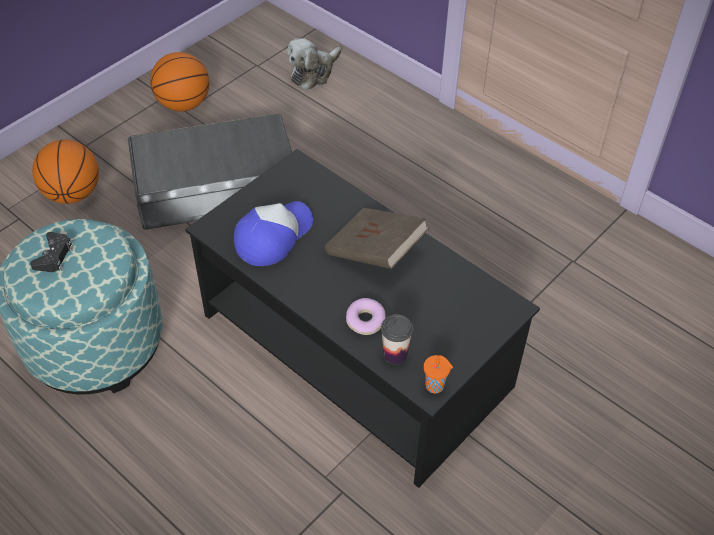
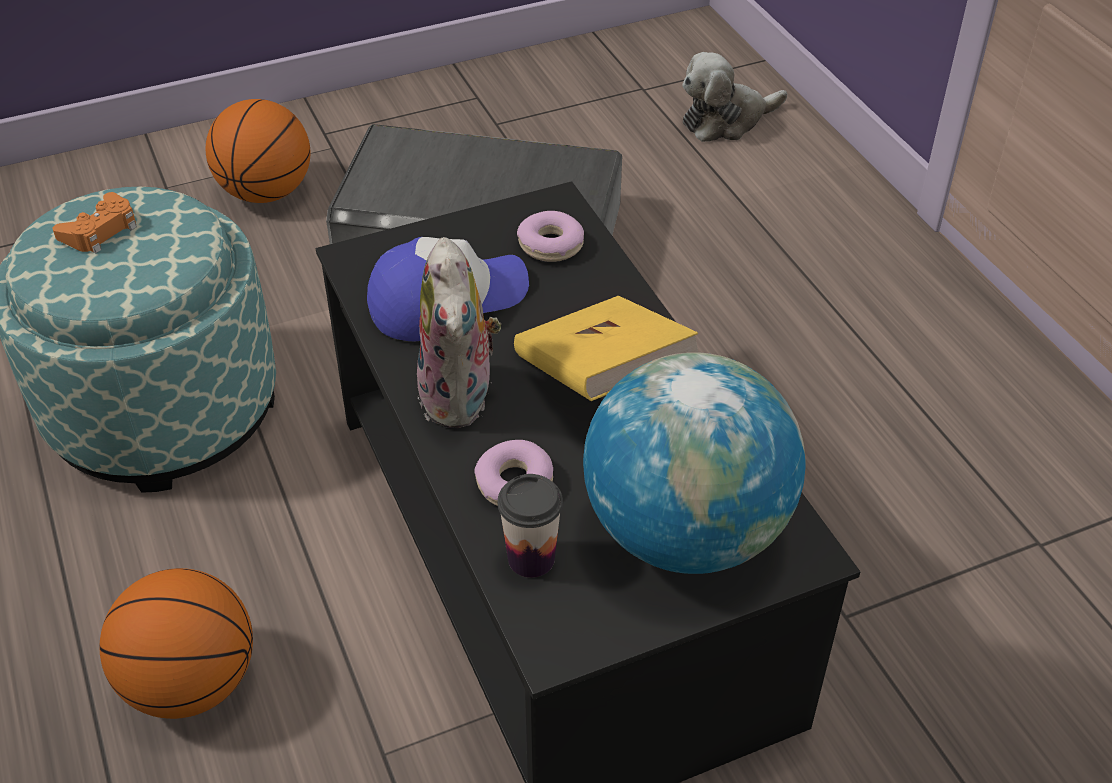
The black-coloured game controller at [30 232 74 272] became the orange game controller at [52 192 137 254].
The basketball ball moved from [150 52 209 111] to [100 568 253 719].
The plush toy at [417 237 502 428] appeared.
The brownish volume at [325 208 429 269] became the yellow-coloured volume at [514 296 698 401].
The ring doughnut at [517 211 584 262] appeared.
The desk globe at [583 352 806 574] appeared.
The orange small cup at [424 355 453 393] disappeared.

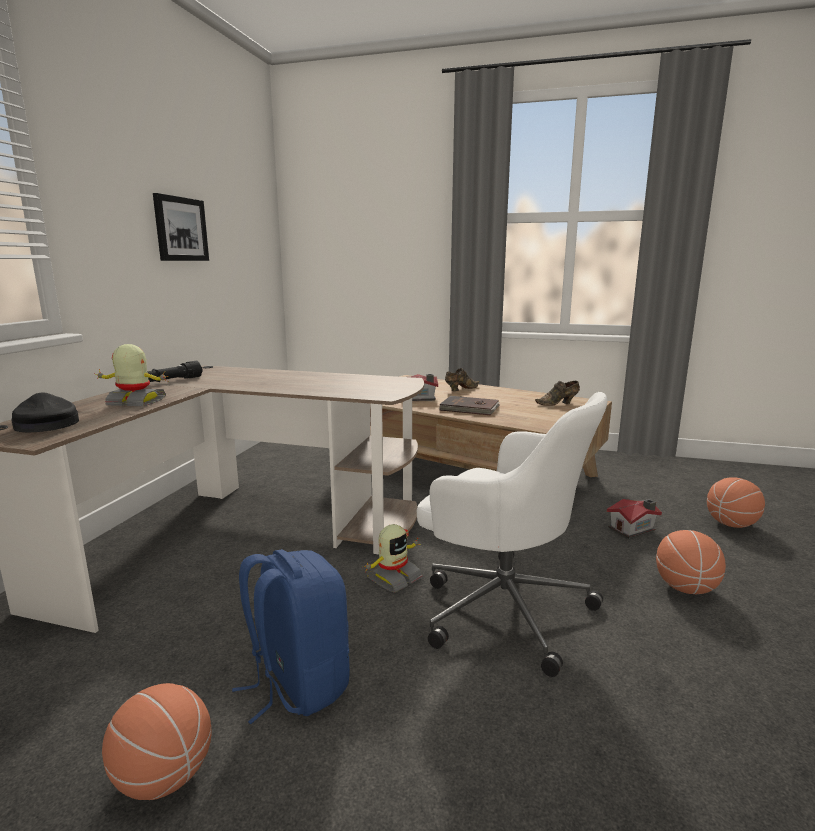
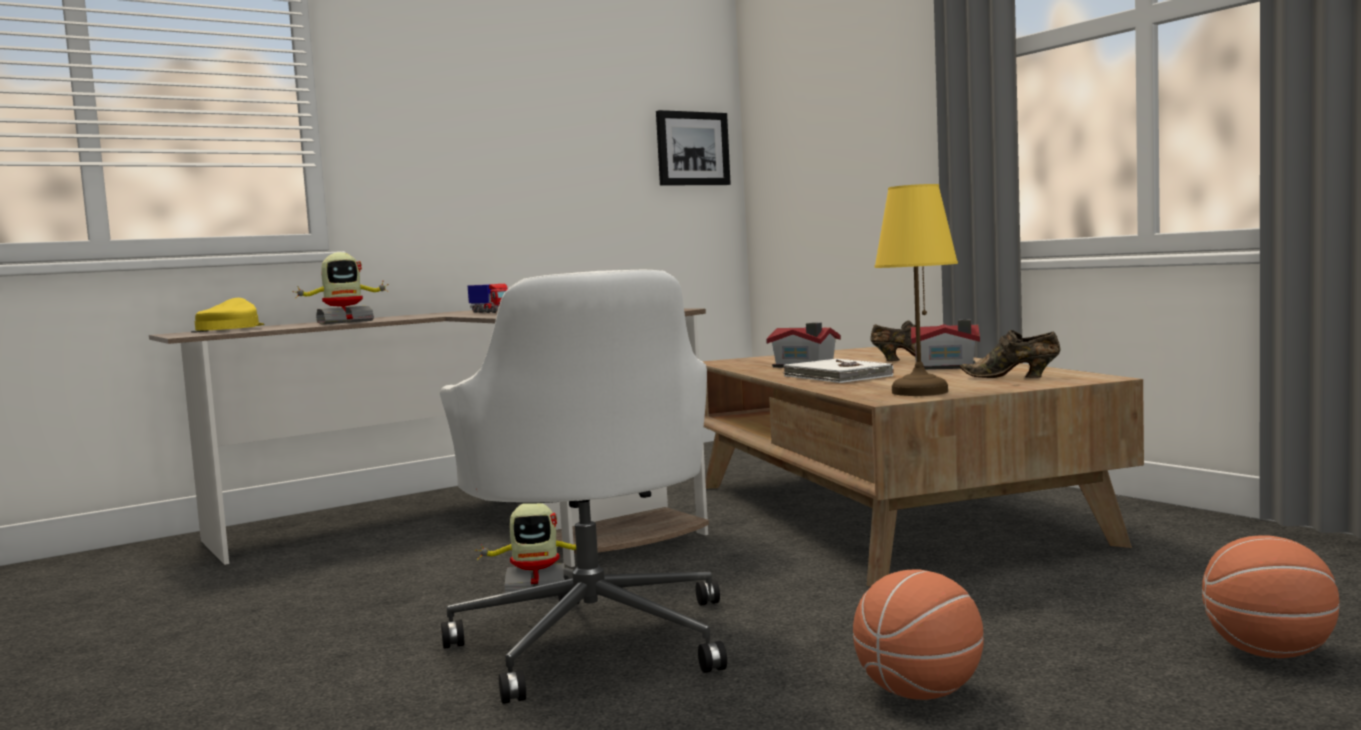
The black-coloured cap at [11 392 79 432] became the yellow-coloured cap at [195 298 265 331].
The model robot at [94 344 168 406] turned 105 degrees clockwise.
The model truck at [468 284 508 313] appeared.
The picture moved from [153 193 209 261] to [656 110 731 186].
The brownish volume at [439 396 499 415] became the white volume at [783 359 894 383].
The yellow-coloured table lamp at [875 184 958 396] appeared.
The toy house moved from [607 499 662 539] to [911 319 980 370].
The basketball ball at [102 683 212 800] disappeared.
The black-coloured torch at [147 361 203 382] disappeared.
The blue-coloured rucksack at [232 549 350 724] disappeared.

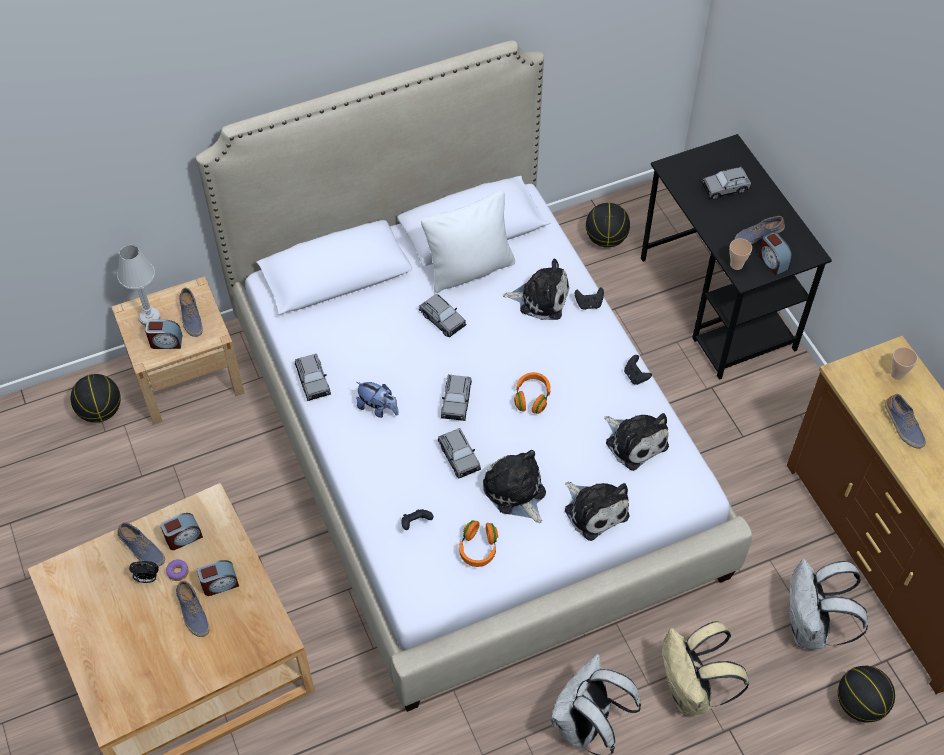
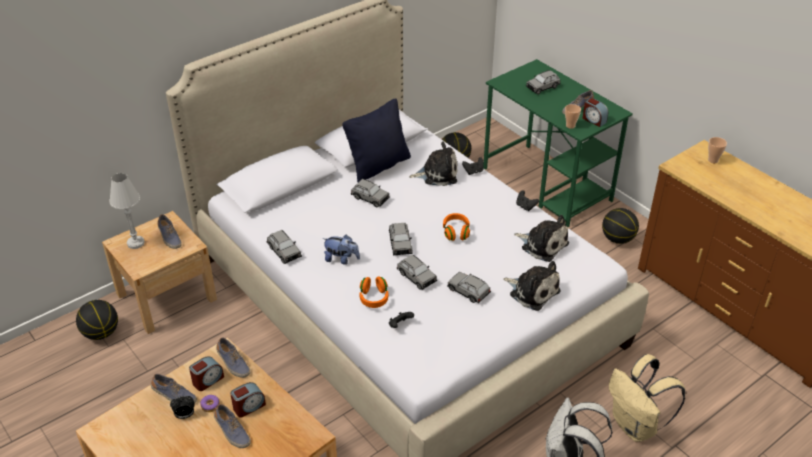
The item of footwear moved from [885 394 926 448] to [216 338 250 378].
The white pillow at [421 191 515 293] became the black-coloured pillow at [342 98 411 182].
The orange headset moved from [459 520 498 567] to [360 276 389 308].
The plush toy at [483 450 546 523] was replaced by the gray toy car at [447 272 491 303].
The black-coloured desk at [641 134 832 380] became the green desk at [483 59 633 227].
The basketball ball moved from [838 666 895 722] to [602 208 639 244].
The alarm clock at [145 320 182 349] disappeared.
The white rucksack at [789 559 868 649] disappeared.

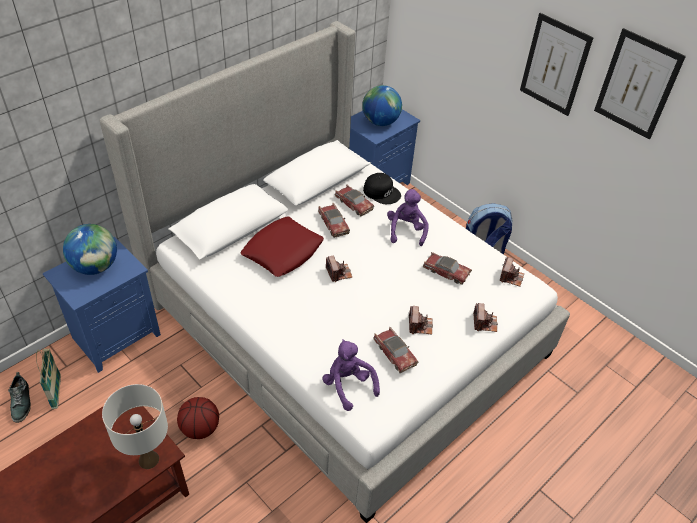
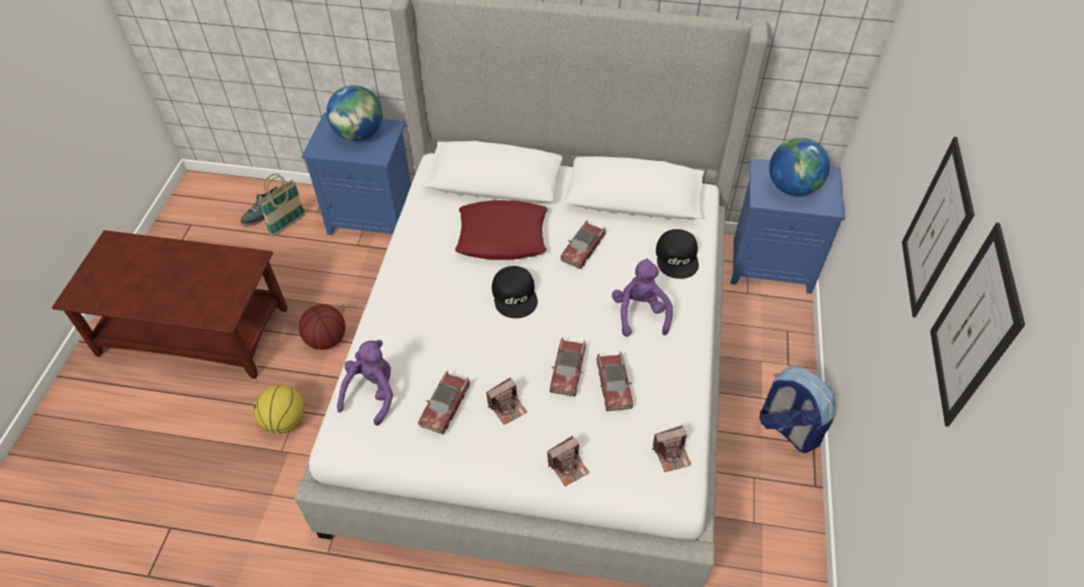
The basketball ball at [254 385 304 434] appeared.
The photo camera at [326 256 352 282] was replaced by the black-coloured cap at [492 266 538 318].
The toy car moved from [335 184 374 217] to [550 337 586 397].
The purple-coloured plush toy at [387 189 429 246] turned 60 degrees counterclockwise.
The white table lamp at [102 384 168 469] disappeared.

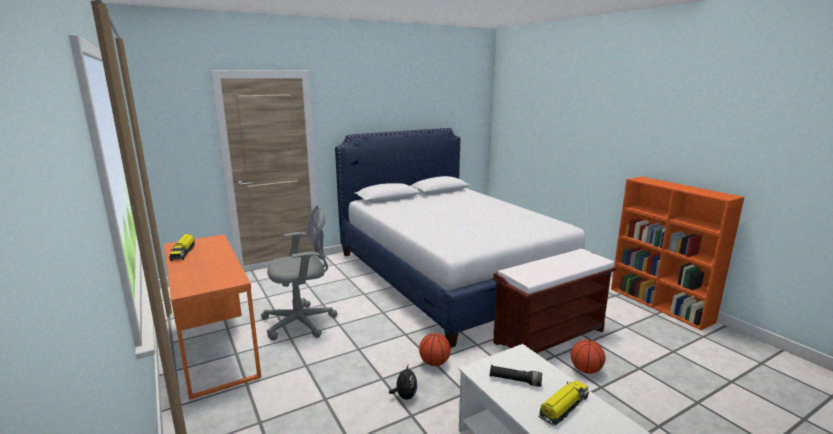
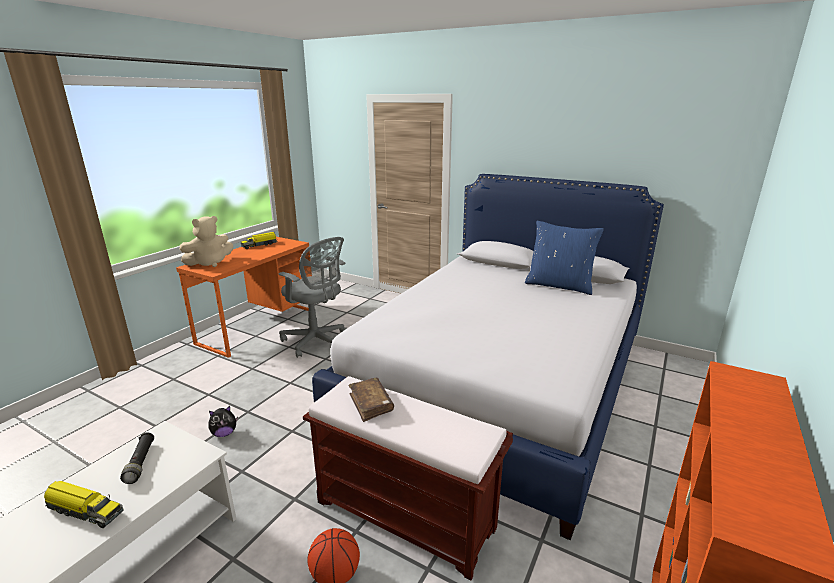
The beige plush toy at [180 216 233 267] appeared.
The brownish volume at [349 378 394 422] appeared.
The blue-coloured pillow at [525 221 604 295] appeared.
The basketball ball at [419 333 451 366] disappeared.

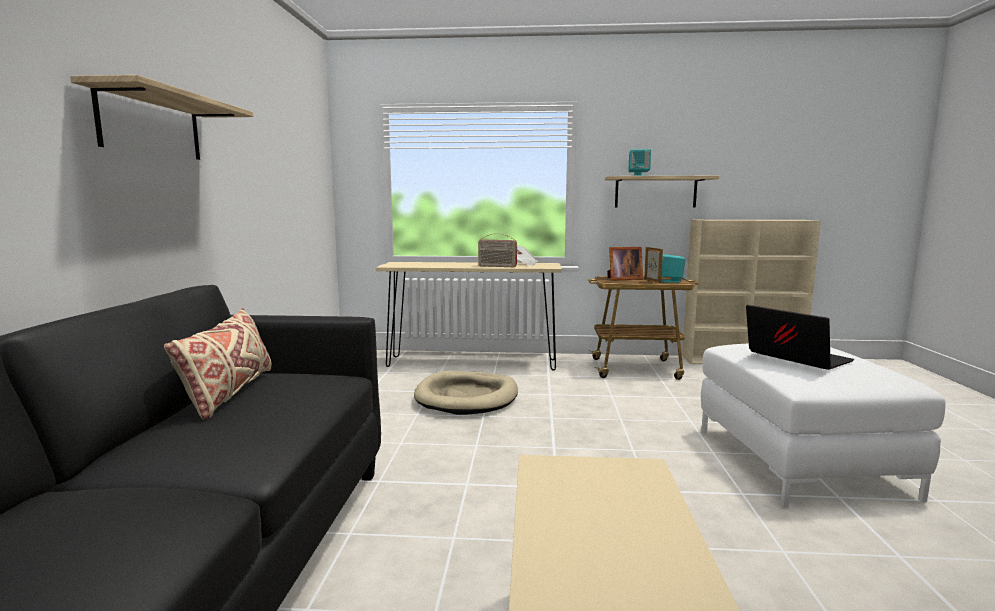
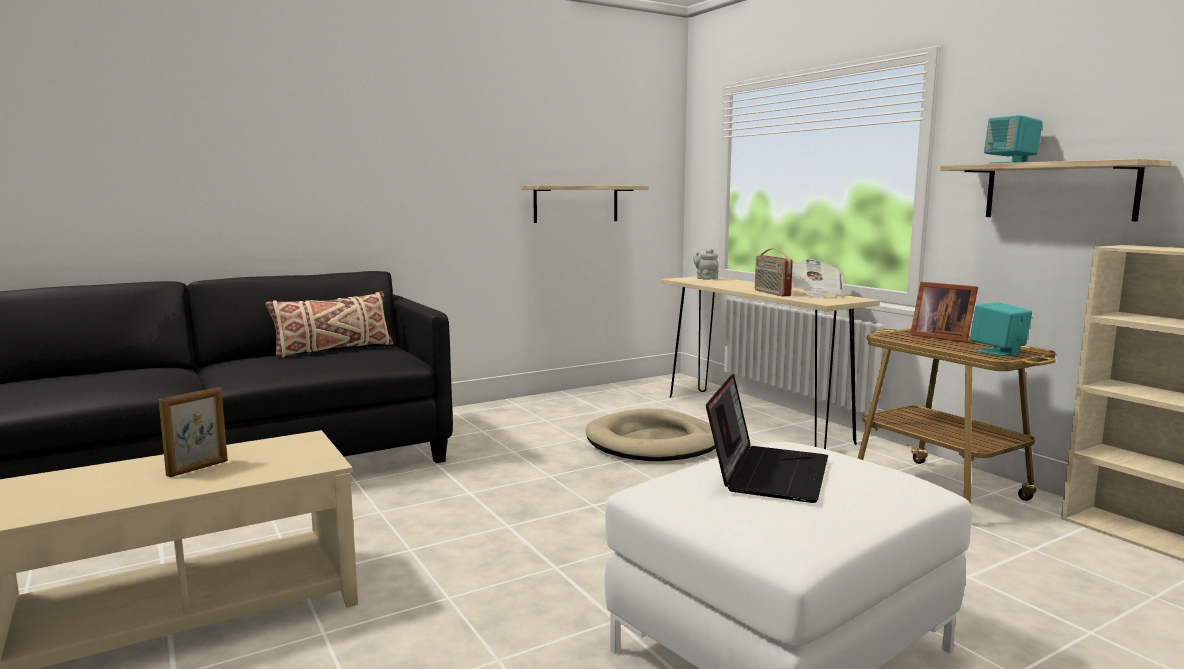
The photo frame moved from [644 247 663 283] to [159 387 228 477].
The shelf moved from [70 75 253 160] to [521 185 649 223].
The gray tea pot at [693 248 719 280] appeared.

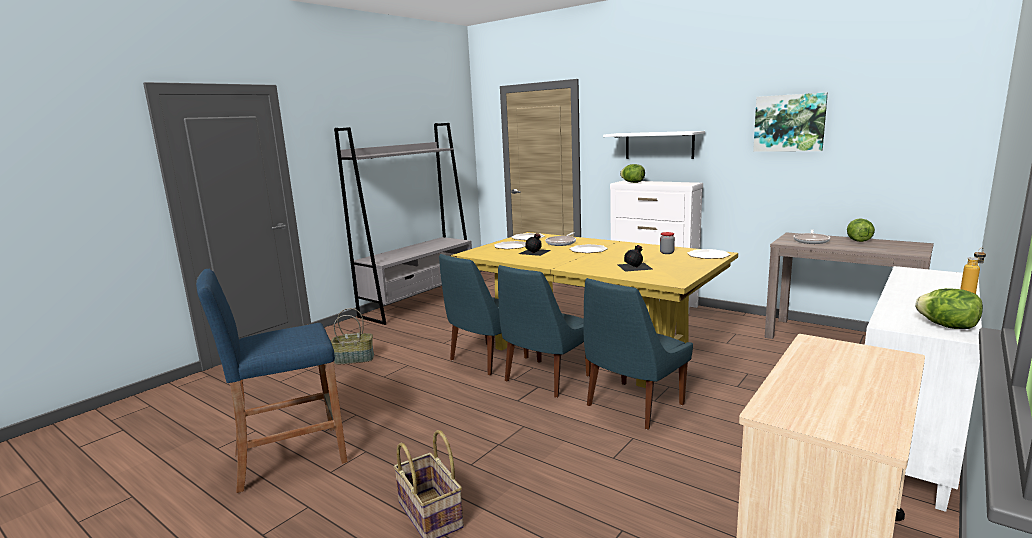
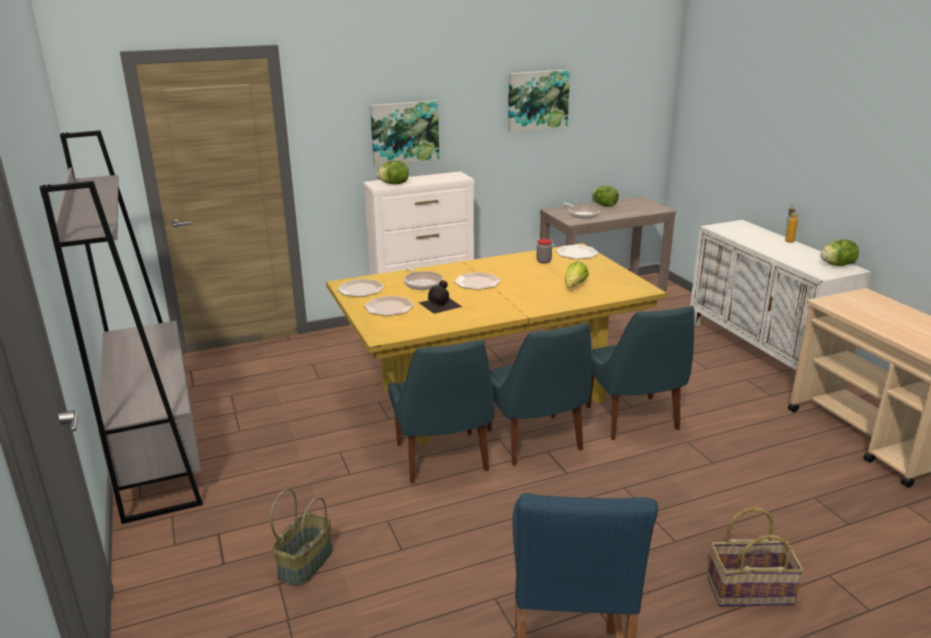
The white shelf at [603 131 705 159] was replaced by the picture at [370 100 439 166].
The black-coloured drink bottle at [618 245 653 272] was replaced by the head of lettuce at [565 261 589 288].

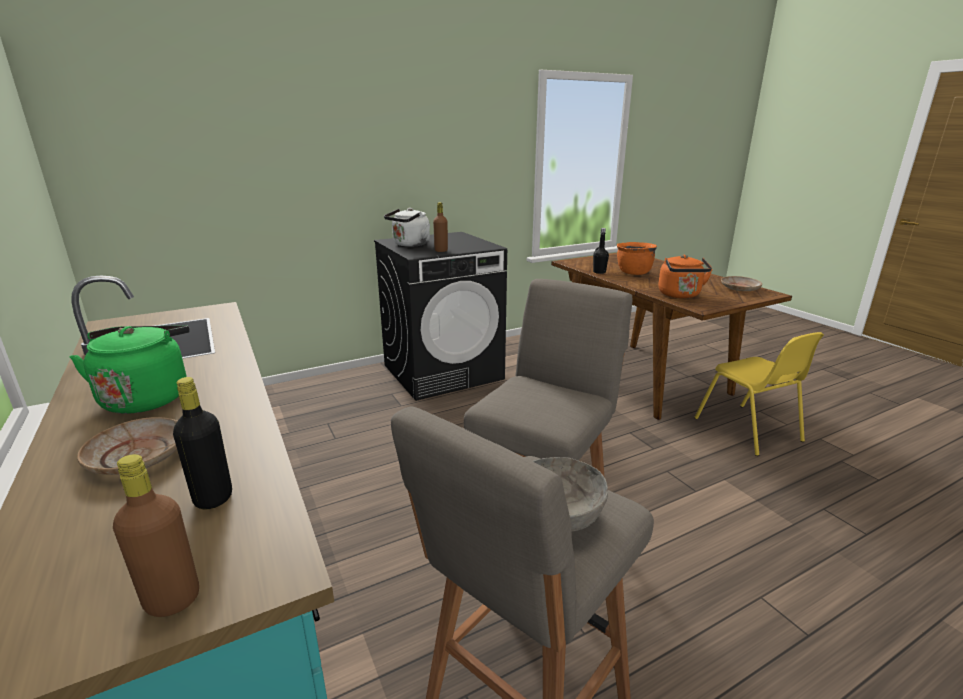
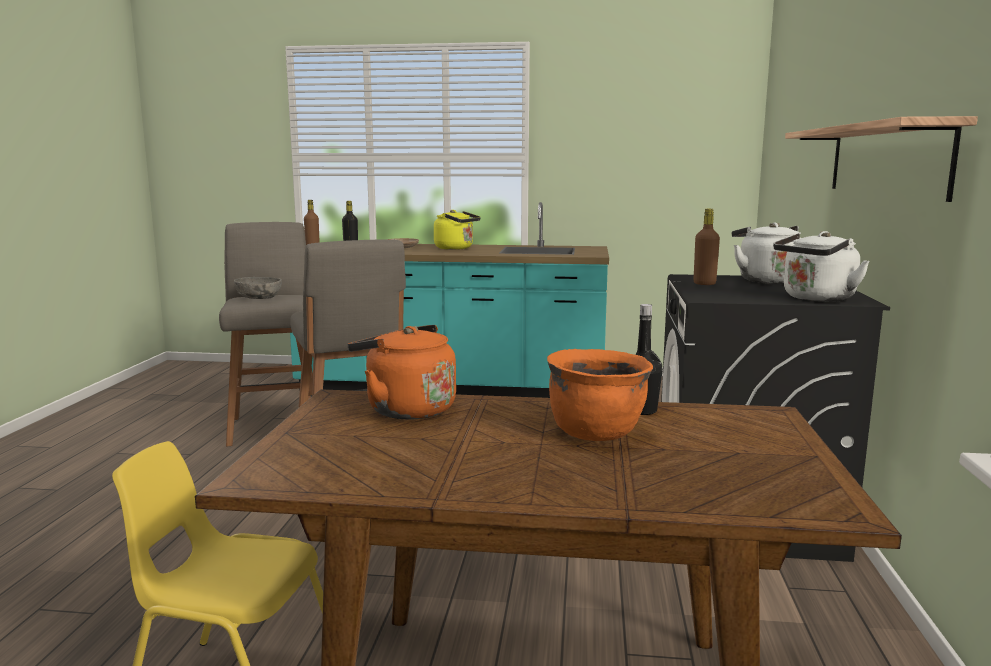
The green kettle at [70 325 190 414] became the yellow-coloured kettle at [434 210 481 250].
The white kettle at [773 231 870 302] appeared.
The shelf at [785 116 978 202] appeared.
The beige dinner plate at [721 276 762 291] disappeared.

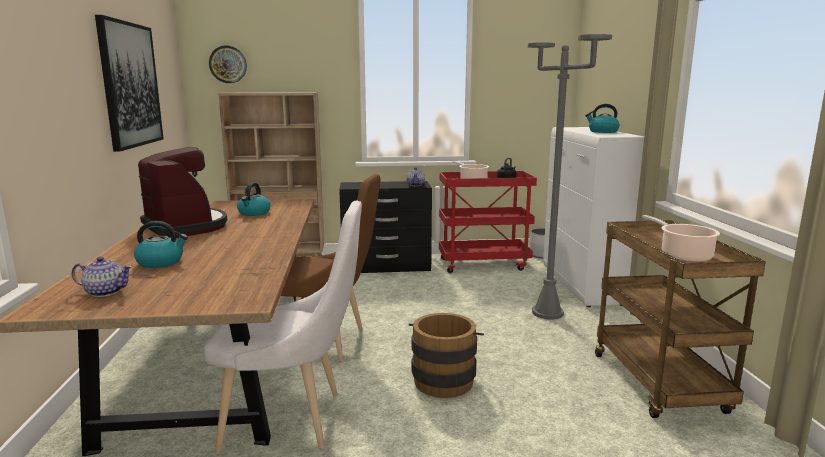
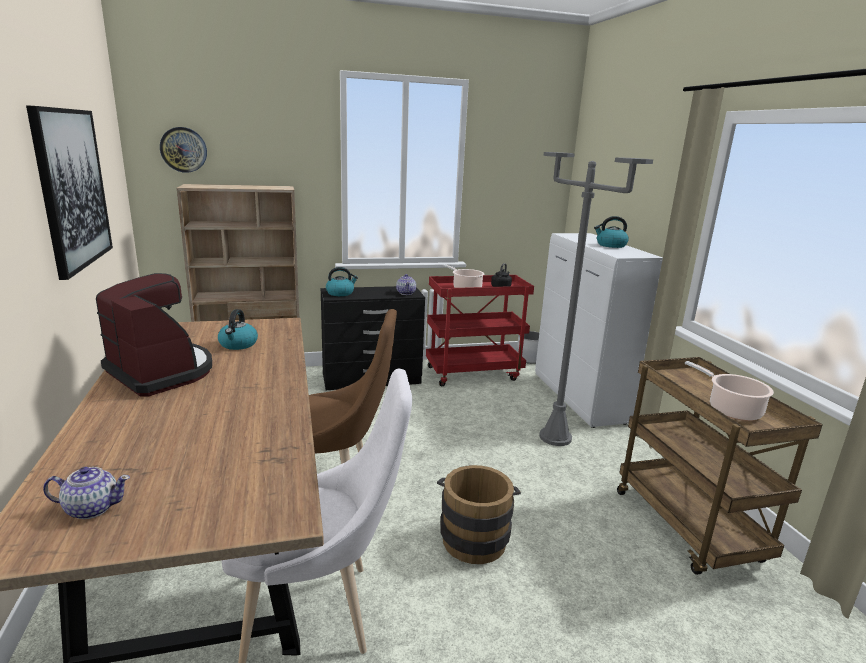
The kettle moved from [134 221 188 268] to [326 267 358 296].

